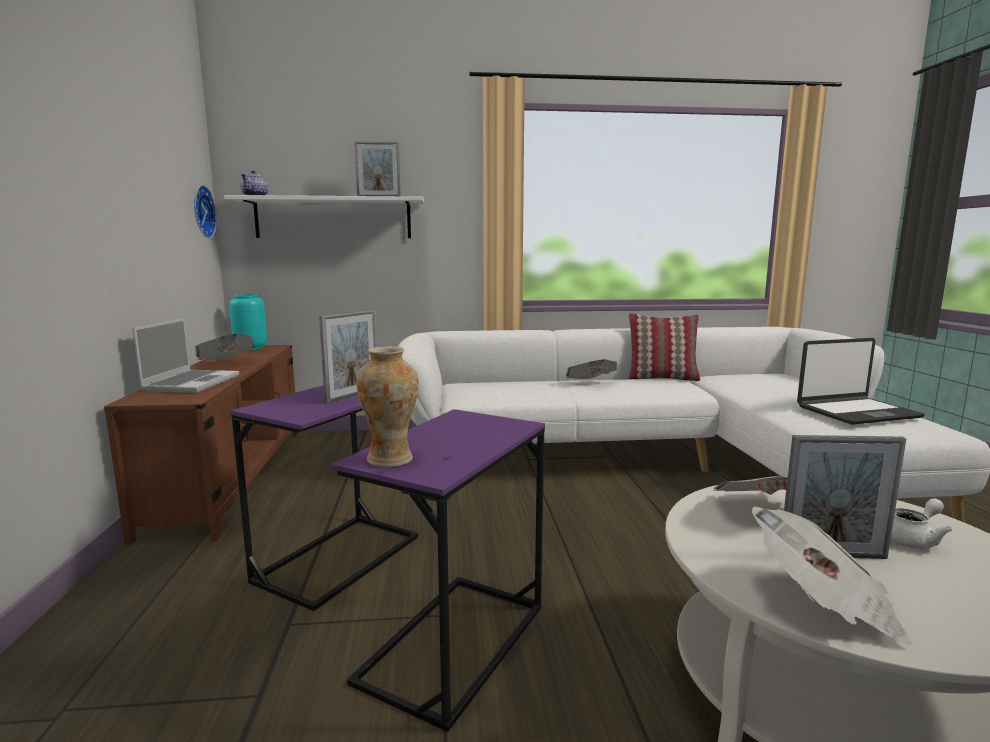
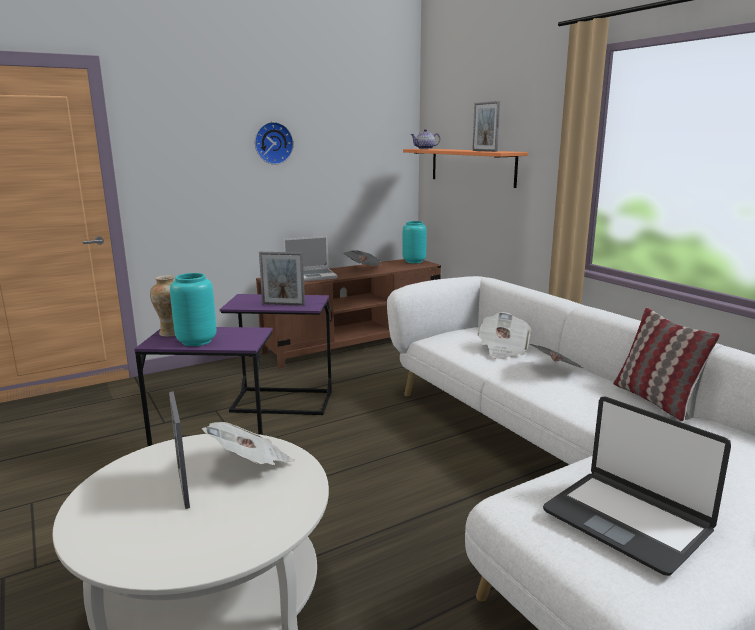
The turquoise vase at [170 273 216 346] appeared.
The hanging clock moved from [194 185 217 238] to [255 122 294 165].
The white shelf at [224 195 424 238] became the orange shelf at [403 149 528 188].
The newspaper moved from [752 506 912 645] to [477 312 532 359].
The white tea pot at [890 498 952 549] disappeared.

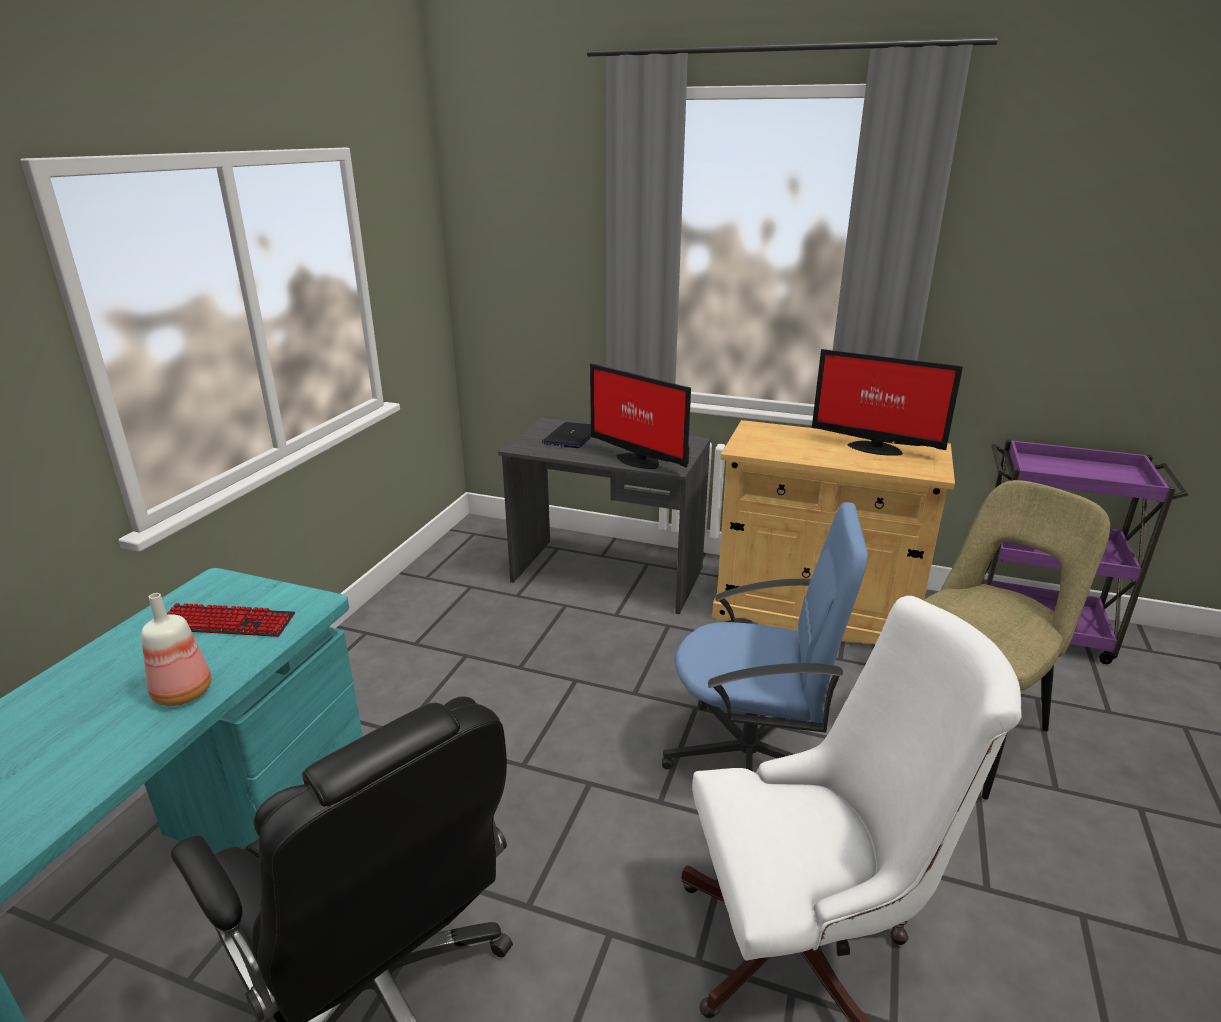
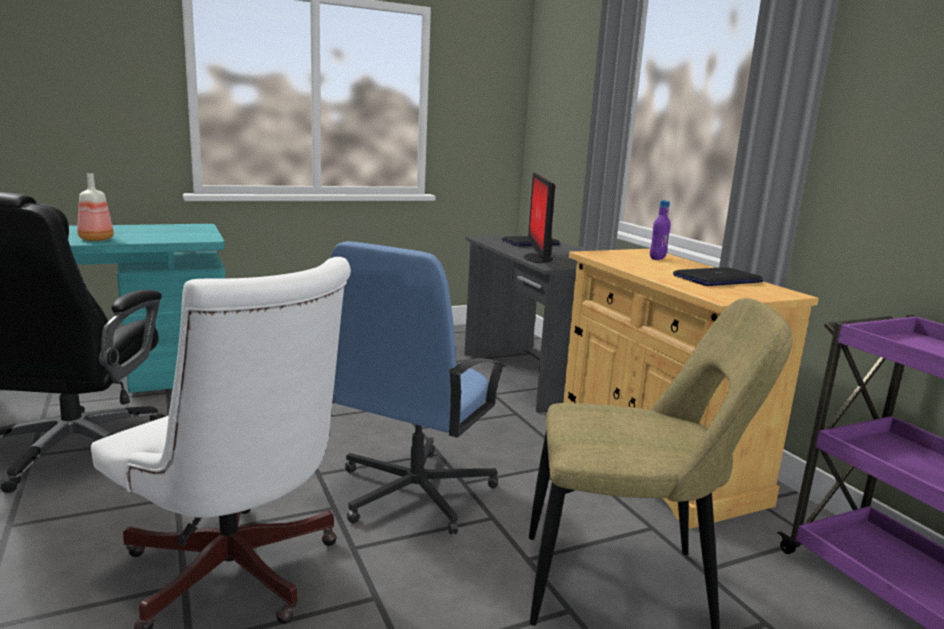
The blue-coloured computer chair at [662 502 868 771] turned 60 degrees clockwise.
The purple-coloured drink bottle at [650 200 671 260] appeared.
The computer screen at [812 349 963 456] was replaced by the portable computer at [673 267 763 286].
The keyboard at [167 603 295 637] disappeared.

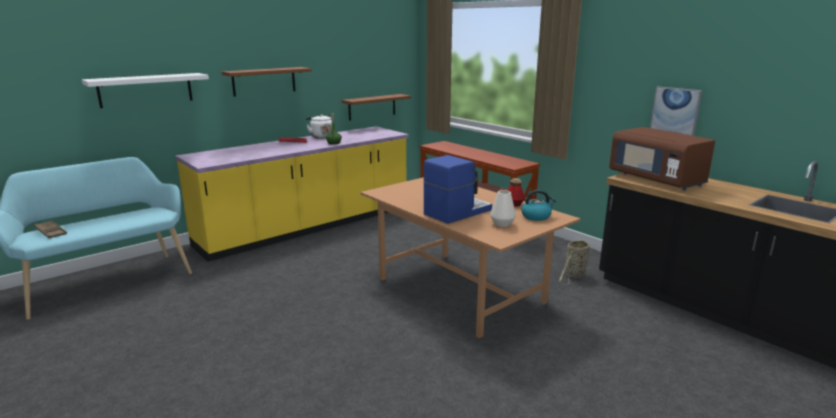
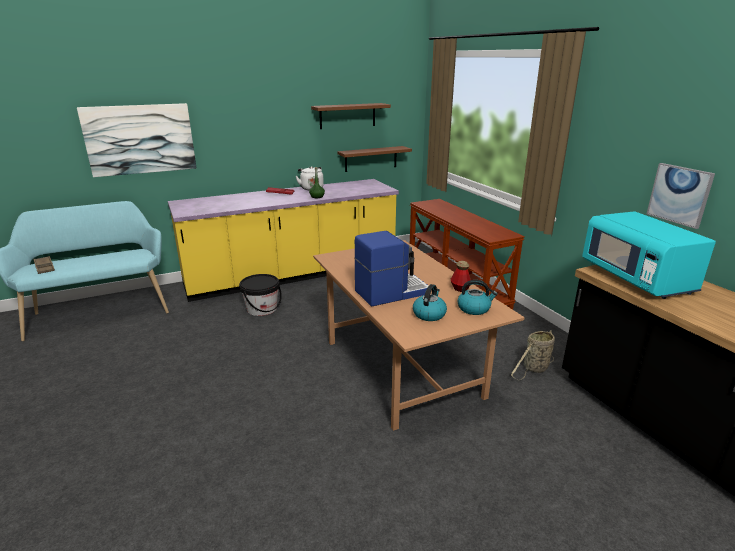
The white shelf at [82 73 209 108] was replaced by the picture at [77 103 197 177].
The black-coloured pail at [239 274 282 316] appeared.
The brownish shelf moved from [222 67 311 97] to [311 103 391 129].
The white vase at [490 190 516 227] was replaced by the kettle at [413 284 447 321].
The brownish kitchen microwave at [609 127 715 190] became the turquoise kitchen microwave at [582 211 716 299].

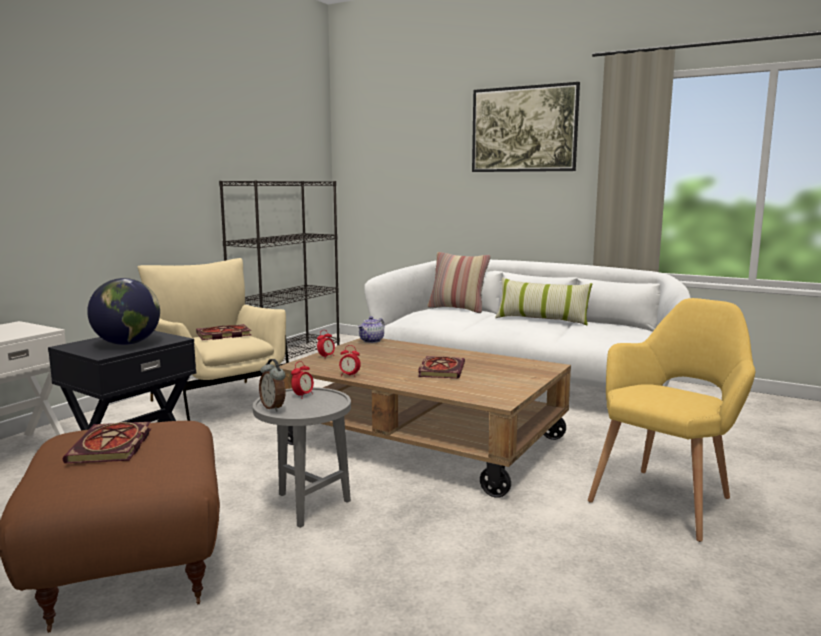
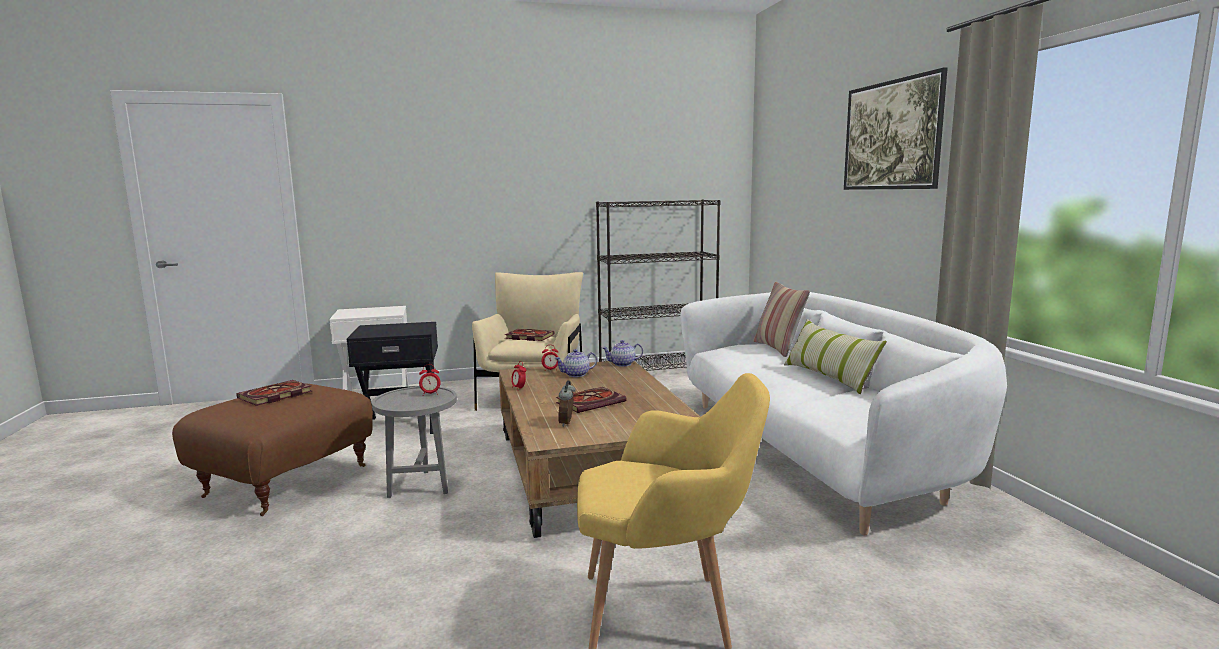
The tea pot at [554 349 597 377] appeared.
The alarm clock moved from [259 359 286 411] to [558 381 576 427].
The desk globe at [87 278 160 345] disappeared.

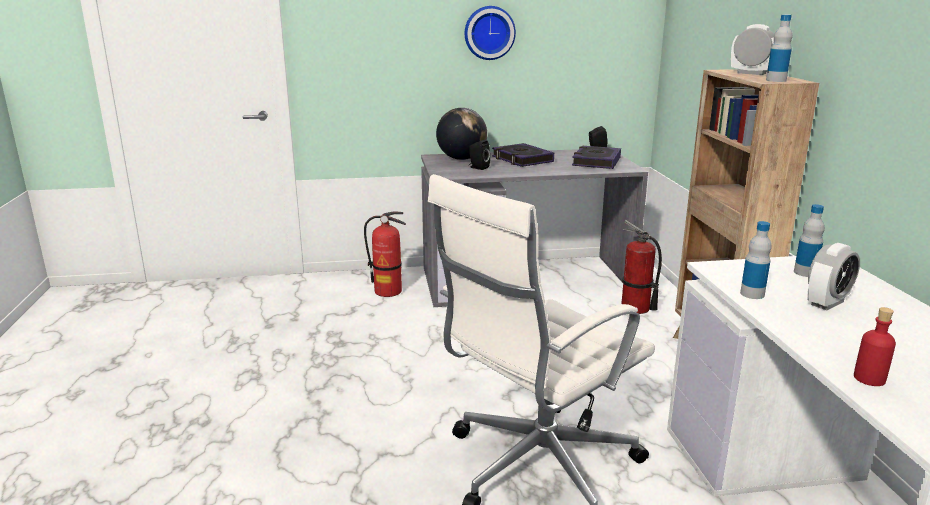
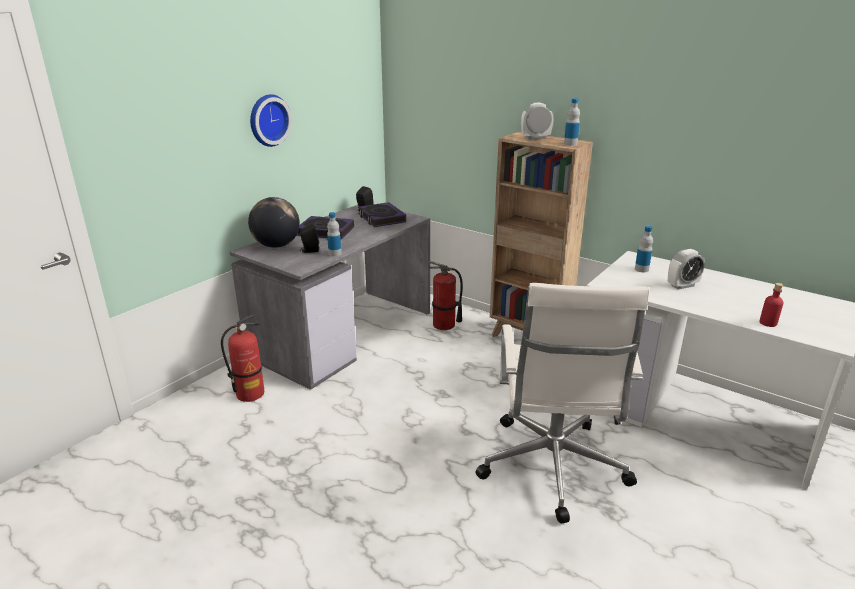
The drink bottle moved from [740 221 772 299] to [327 212 342 256].
The alarm clock at [807 243 860 310] turned 60 degrees clockwise.

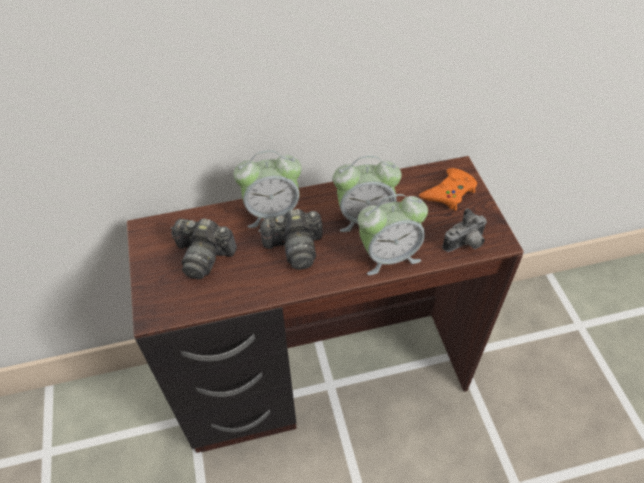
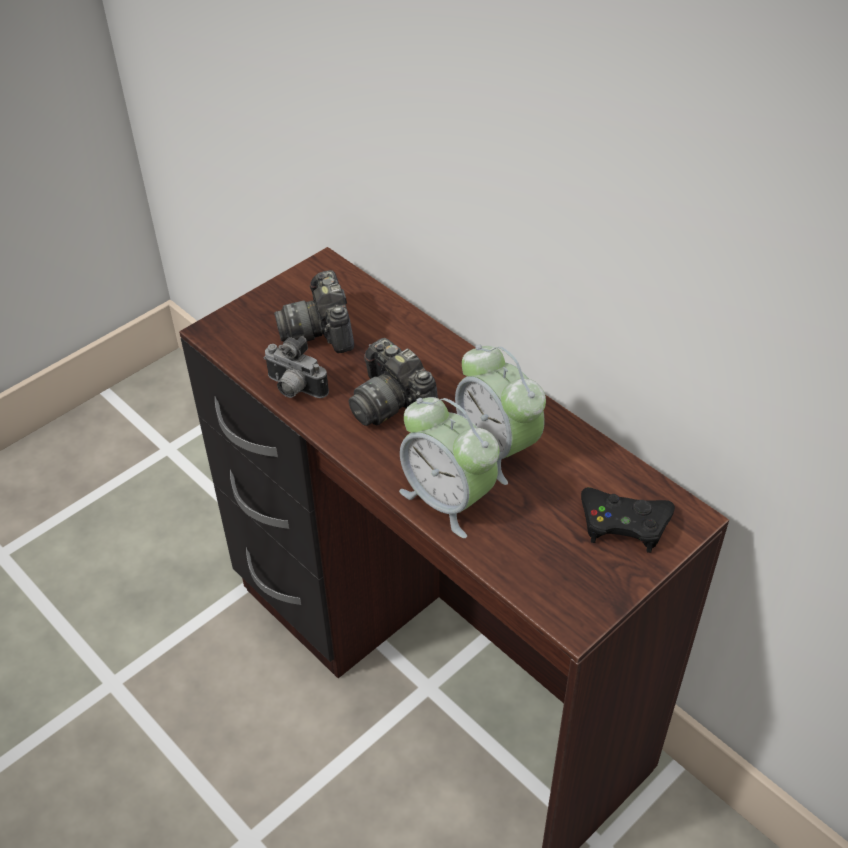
The photo camera moved from [442 208 487 252] to [264 336 329 398].
The orange game controller at [419 168 477 211] became the black-coloured game controller at [581 487 675 553].
The alarm clock at [233 150 302 228] disappeared.

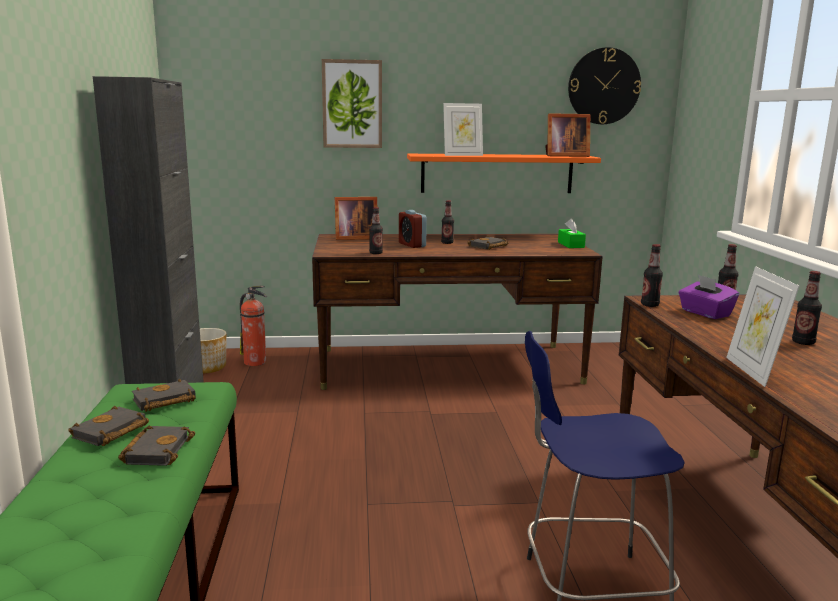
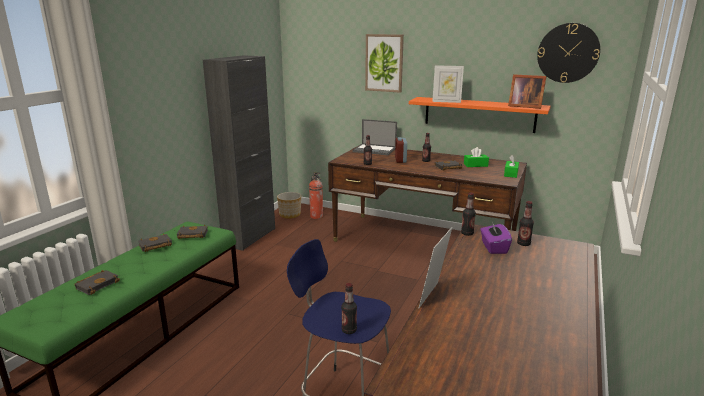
The black-coloured volume moved from [118 425 195 466] to [74 270 120 295].
The drink bottle moved from [792 271 822 345] to [341 283 357 334].
The photo frame at [335 197 377 240] was replaced by the portable computer at [352 119 397 155].
The green box of tissues at [464 147 489 167] appeared.

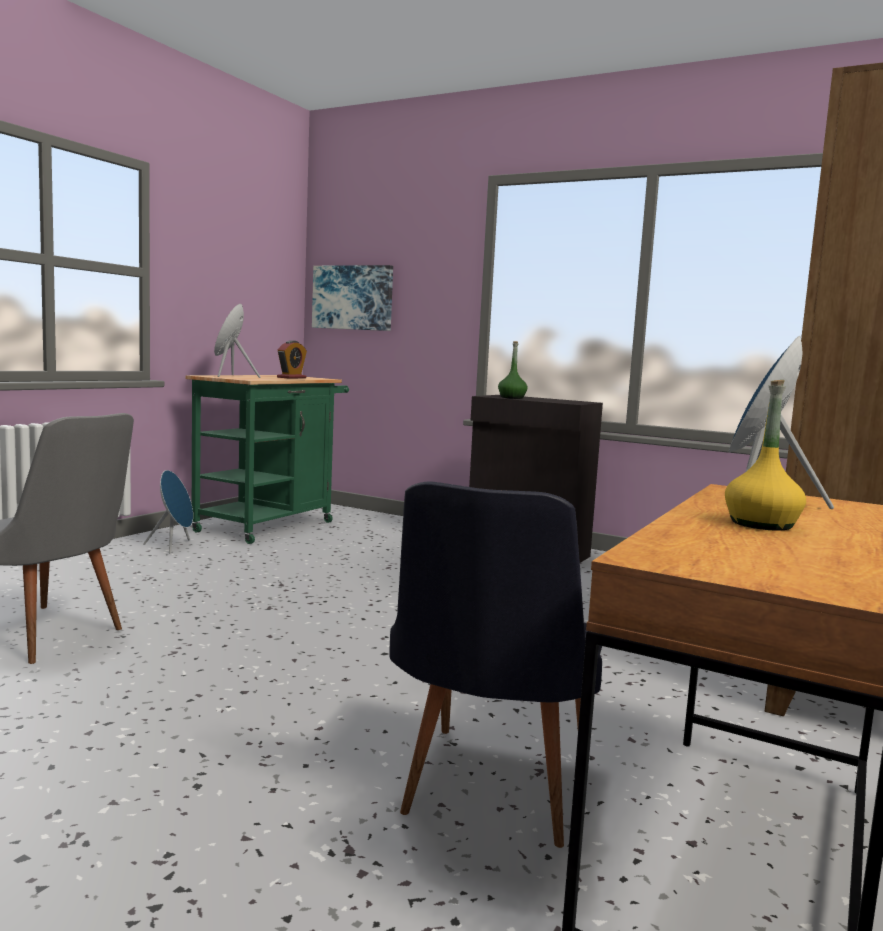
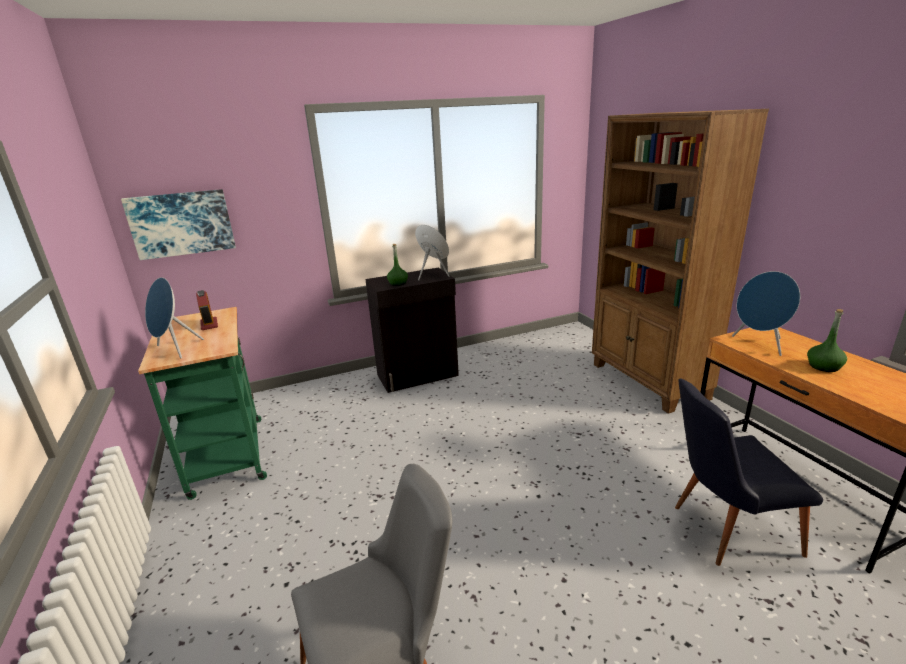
The blue-coloured audio speaker moved from [143 470 193 554] to [415 225 449 280].
The black-coloured chair at [389 482 602 848] turned 120 degrees clockwise.
The yellow-coloured drink bottle at [725 380 806 531] became the green drink bottle at [807 309 847 372].

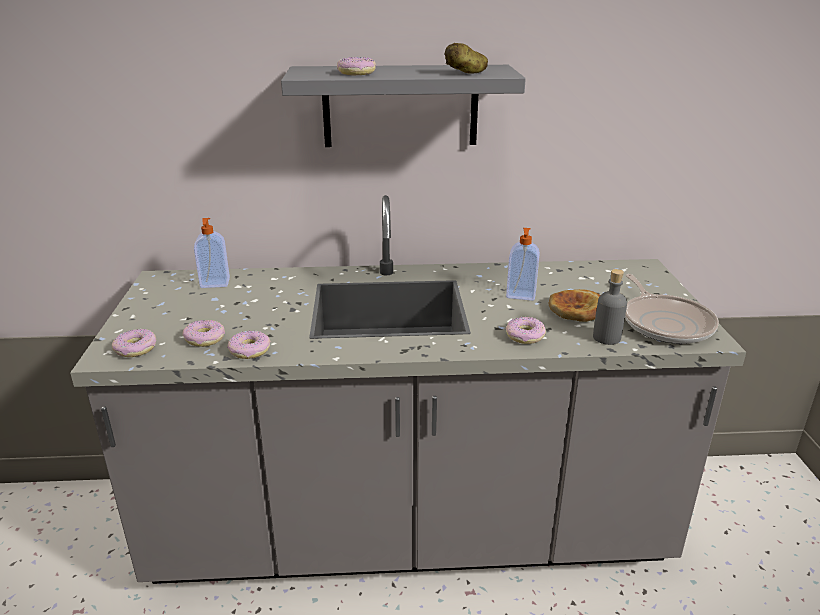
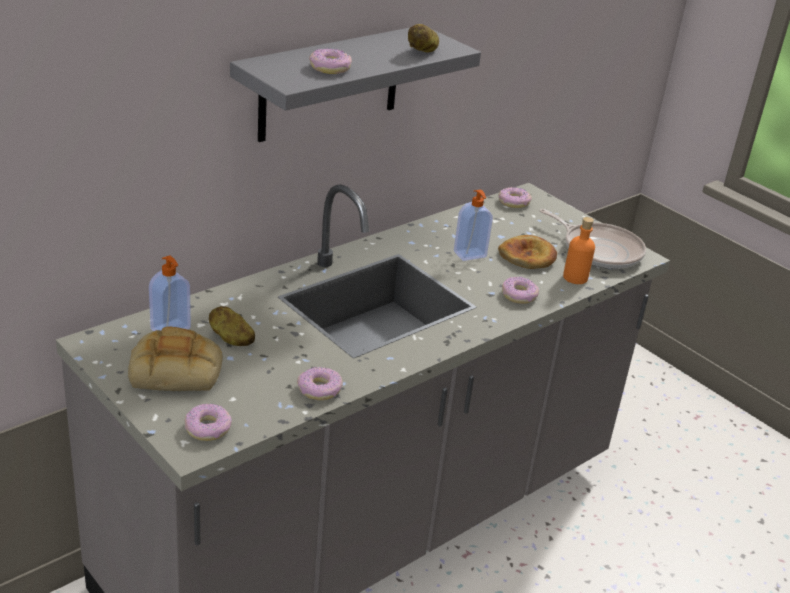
The baked bread at [128 327 223 391] appeared.
The whole potato at [209 306 255 346] appeared.
The ring doughnut moved from [182 320 225 347] to [498 187 532 208].
The gray drink bottle at [593 269 627 345] became the orange drink bottle at [563 217 595 284].

